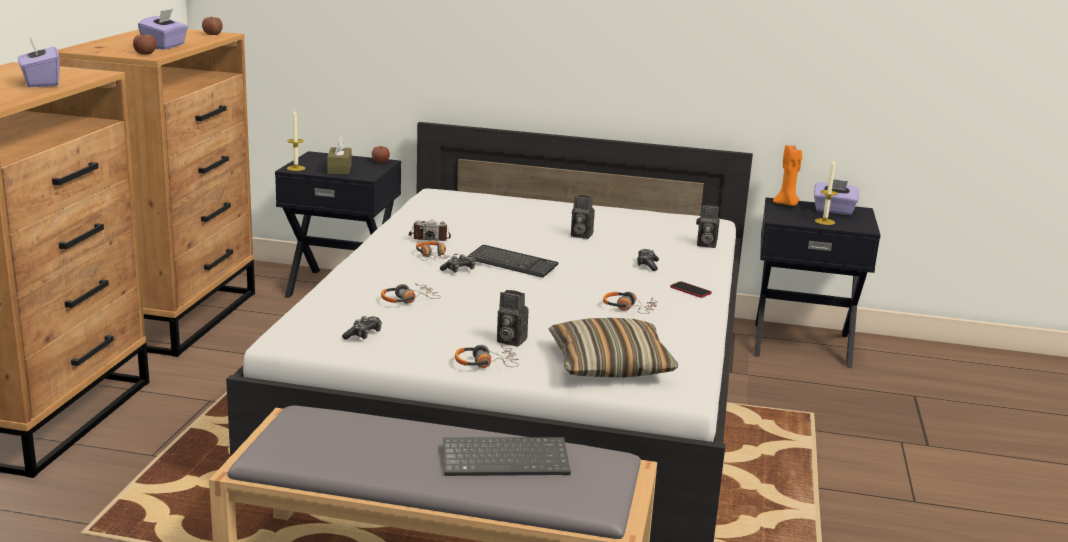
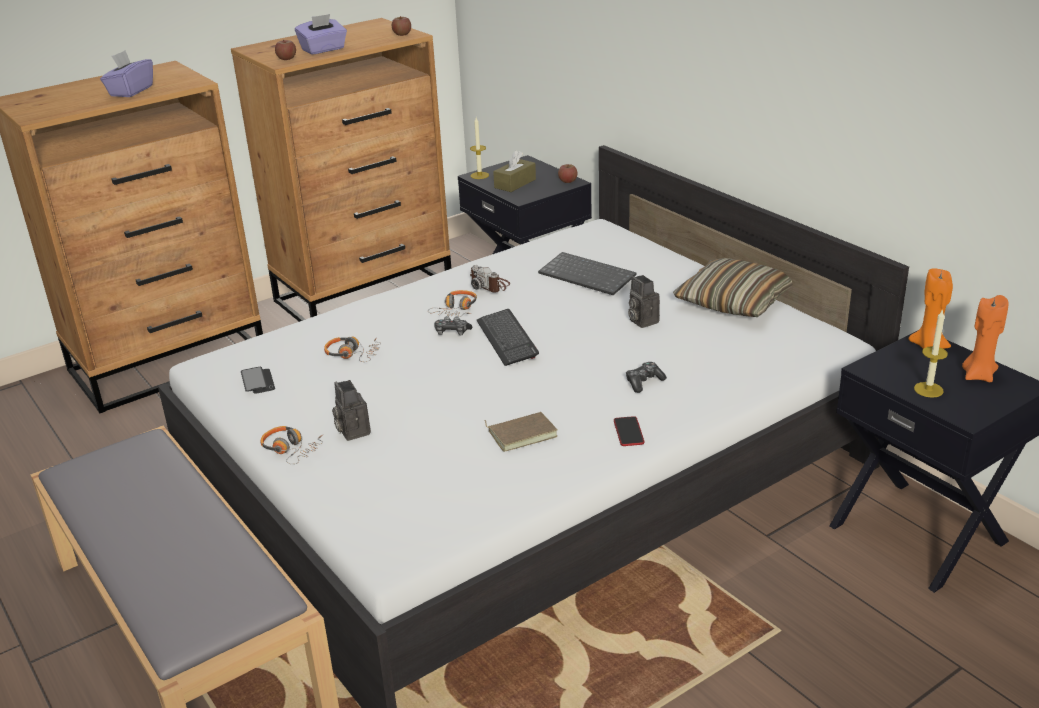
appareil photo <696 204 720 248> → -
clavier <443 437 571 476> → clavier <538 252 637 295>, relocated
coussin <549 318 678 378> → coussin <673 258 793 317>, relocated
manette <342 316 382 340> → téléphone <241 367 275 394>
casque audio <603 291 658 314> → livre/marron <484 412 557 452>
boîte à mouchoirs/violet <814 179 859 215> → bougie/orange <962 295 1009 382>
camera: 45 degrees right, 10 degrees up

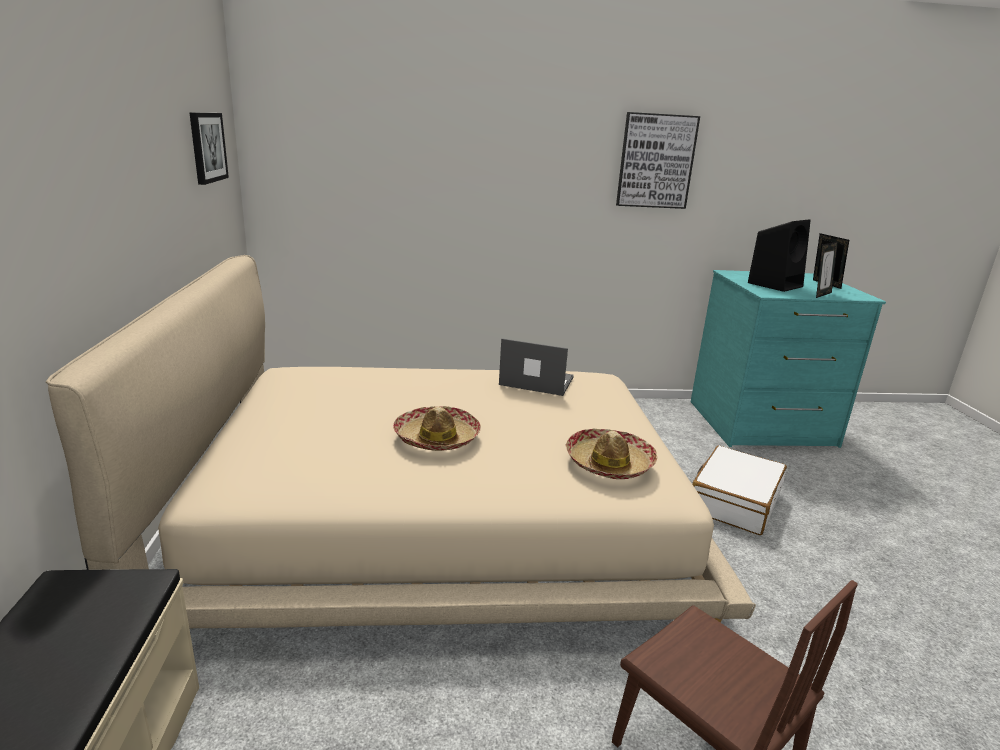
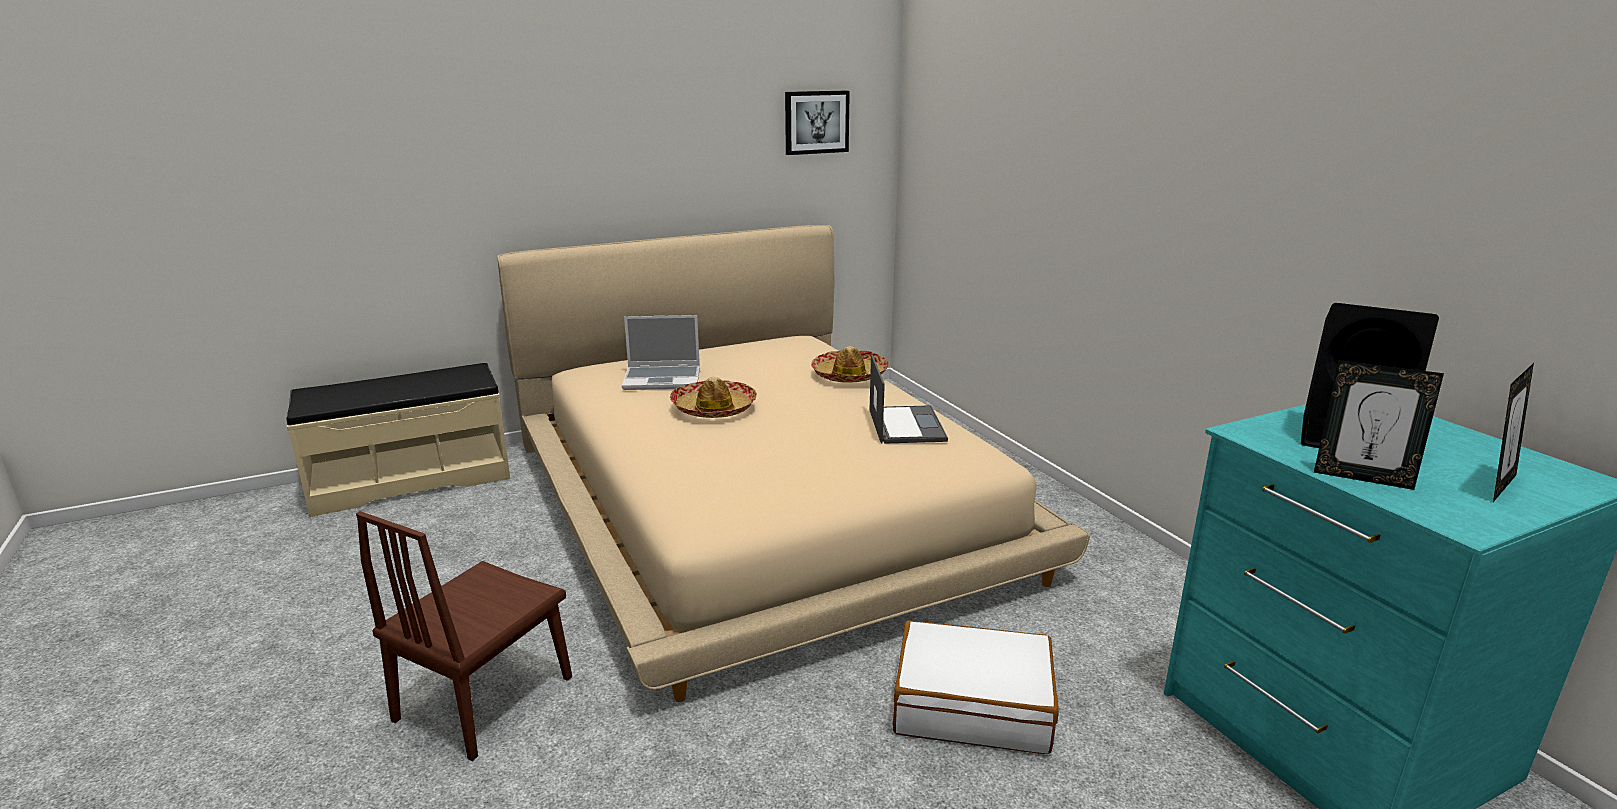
tableau <616 112 700 209> → -
- → ordinateur portable <622 315 700 390>
chapeau <565 428 657 479> → chapeau <811 346 889 383>, relocated
camera: 70 degrees right, 0 degrees up

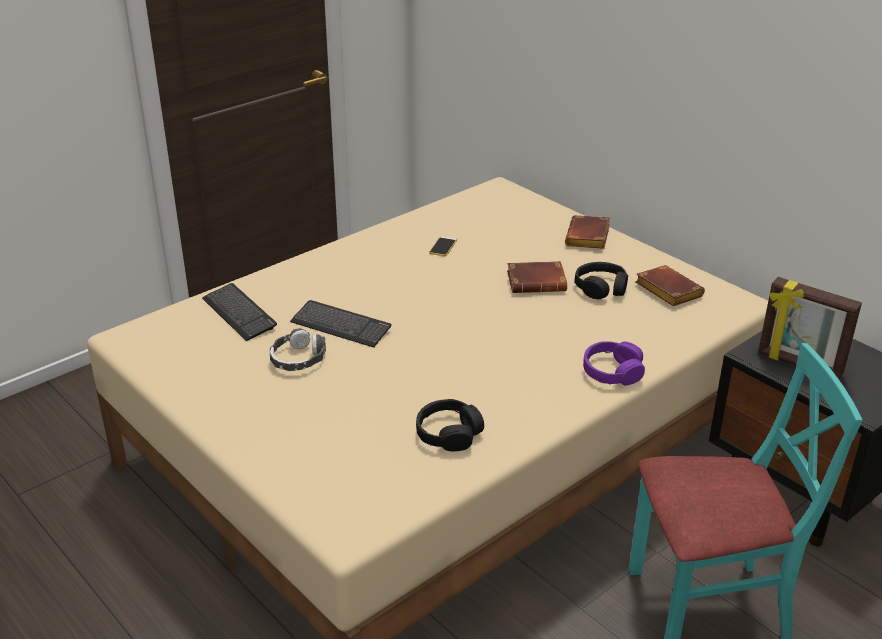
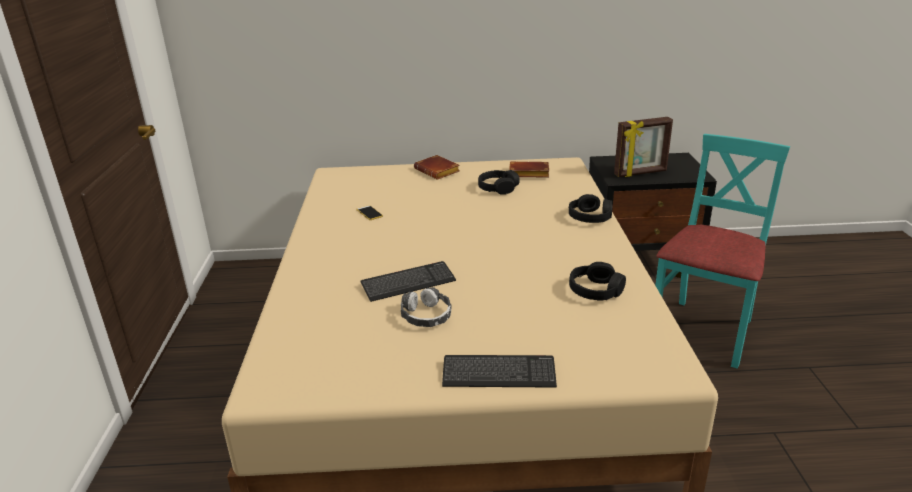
livre/marron <507 261 567 293> → -
clavier <202 283 277 341> → clavier <442 355 557 388>, relocated
casque audio/violet <583 341 645 385> → casque audio/noir <569 194 612 223>
camera: 50 degrees left, 5 degrees down

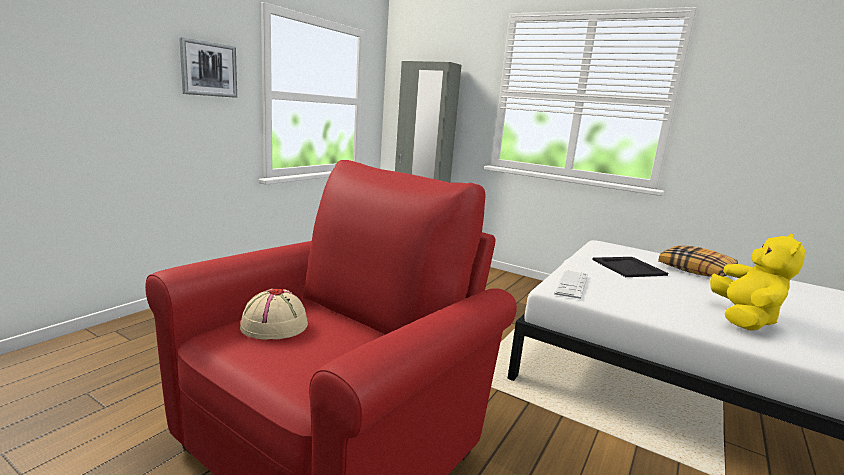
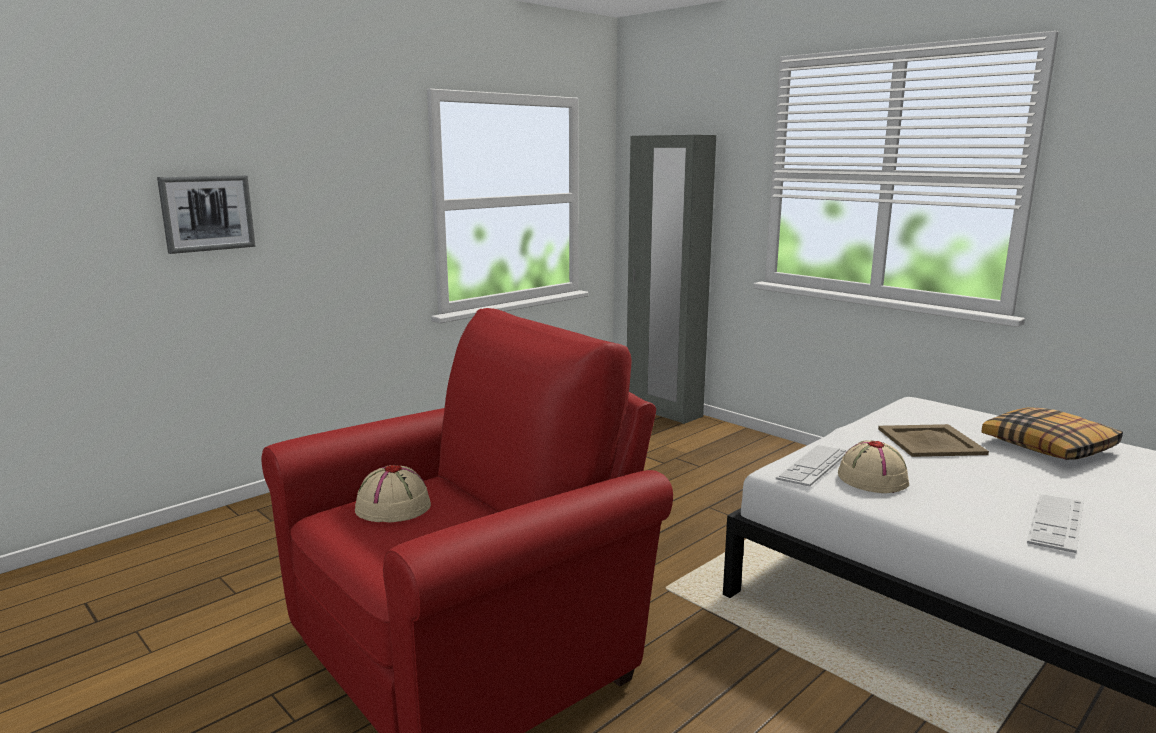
- → chapeau/beige <838 441 909 493>
tableau <179 37 237 98> → tableau <157 175 256 254>, relocated
peluche/jaune <710 234 805 331> → clavier <1027 494 1084 553>
plateau/noir <592 257 668 277> → plateau/beige <878 424 989 457>
camera: 15 degrees right, 0 degrees up

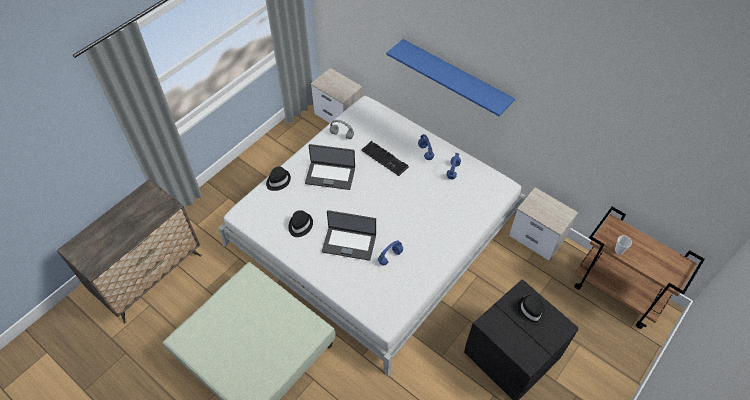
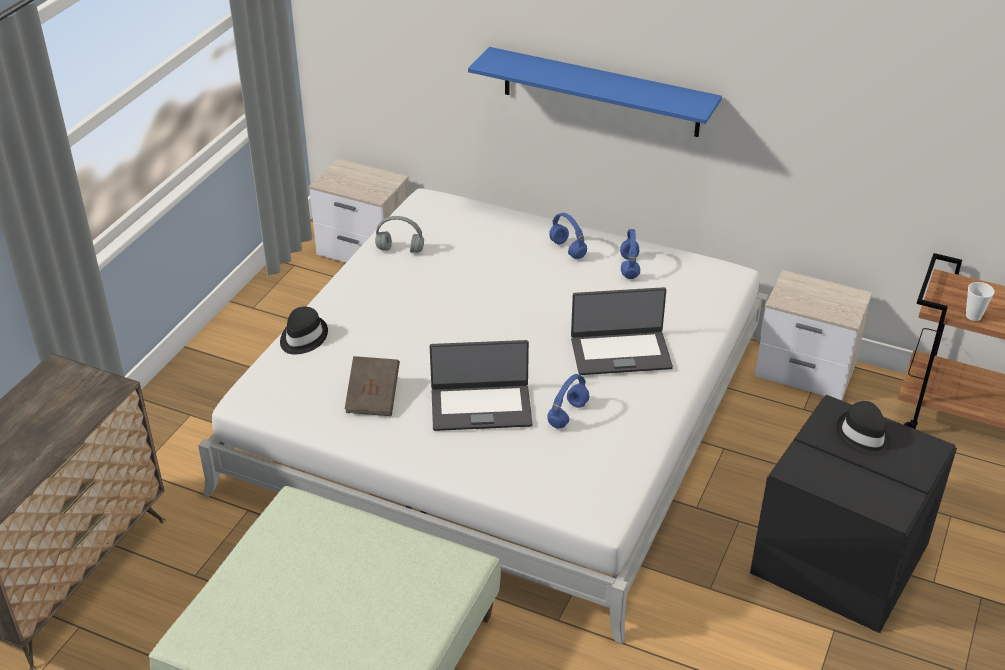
clavier <362 141 409 176> → -
ordinateur portable <305 144 355 190> → ordinateur portable <571 287 673 375>, relocated
chapeau/noir <288 210 313 237> → livre/marron <345 356 400 416>
camera: 15 degrees left, 15 degrees down

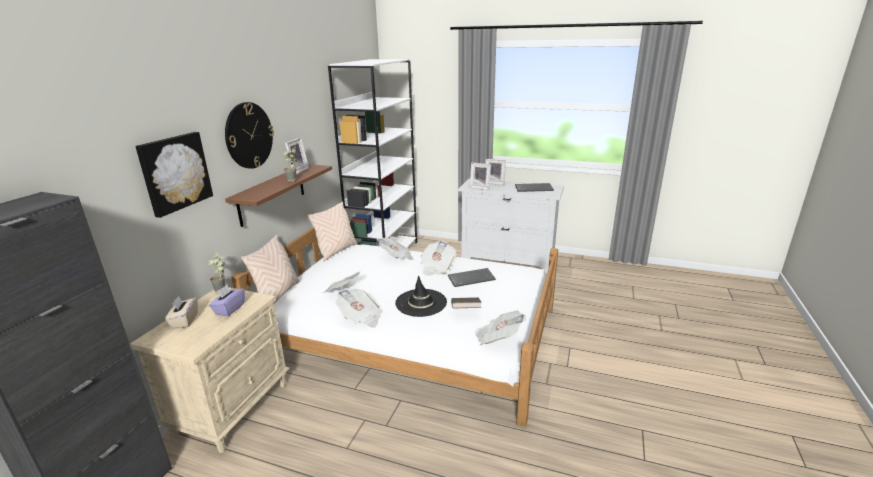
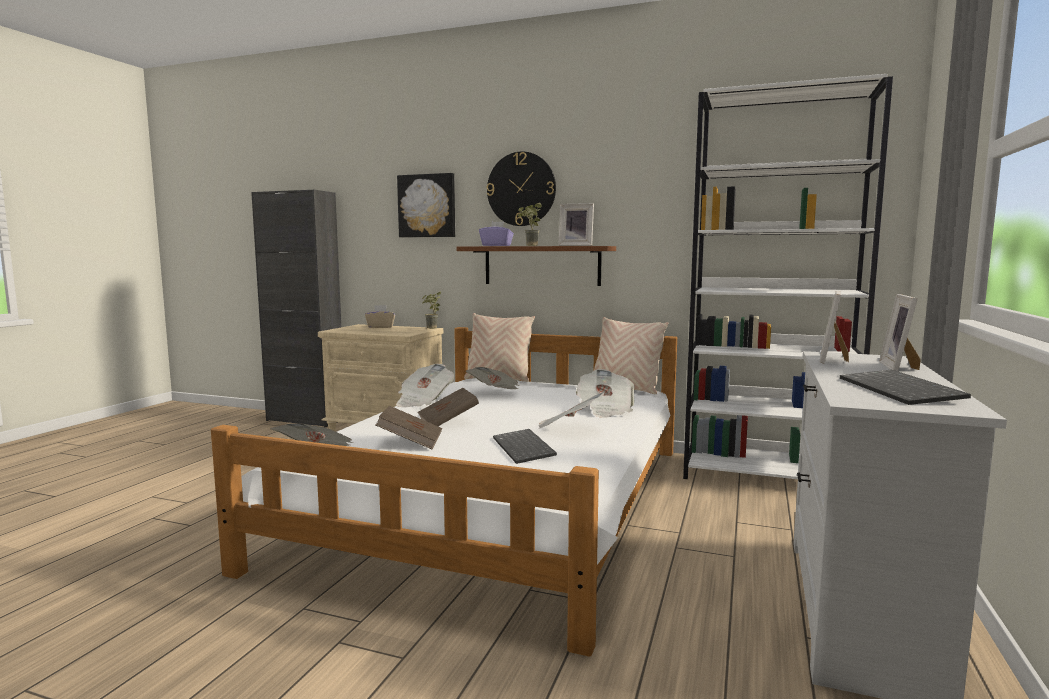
boîte à mouchoirs/violet <209 285 245 316> → boîte à mouchoirs/violet <479 221 514 246>, relocated
chapeau/noir <395 276 447 317> → livre/marron <417 388 479 426>
camera: 90 degrees right, 15 degrees down

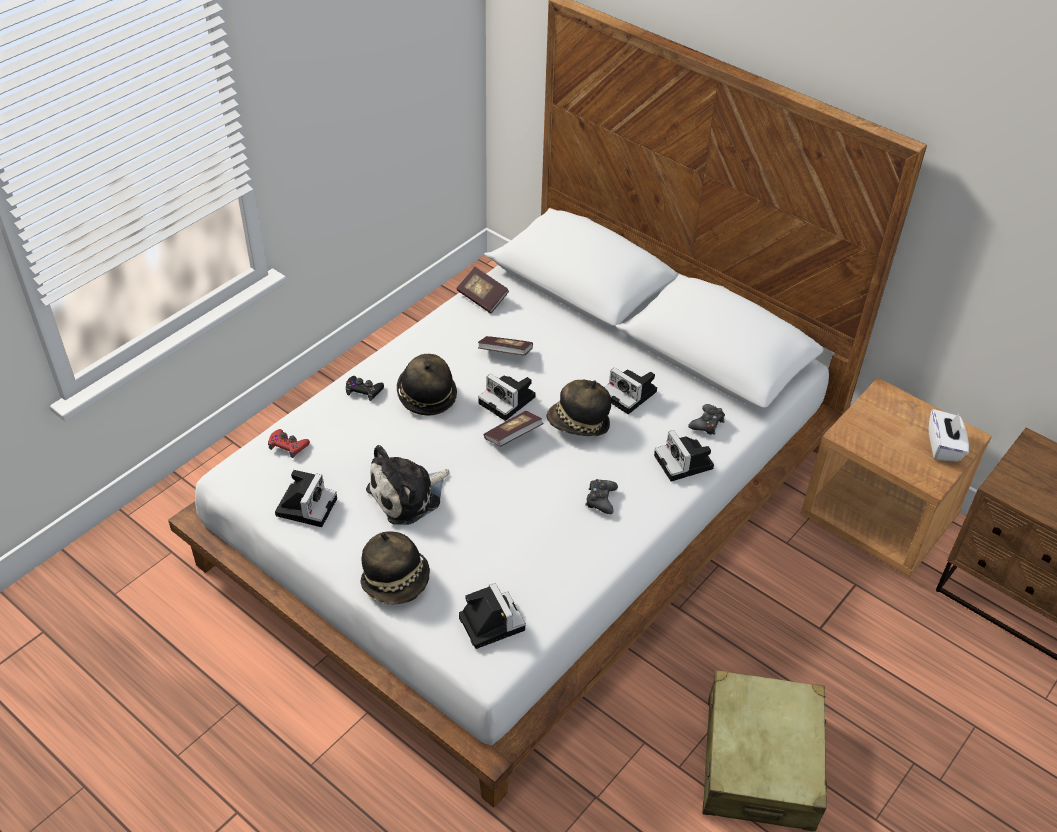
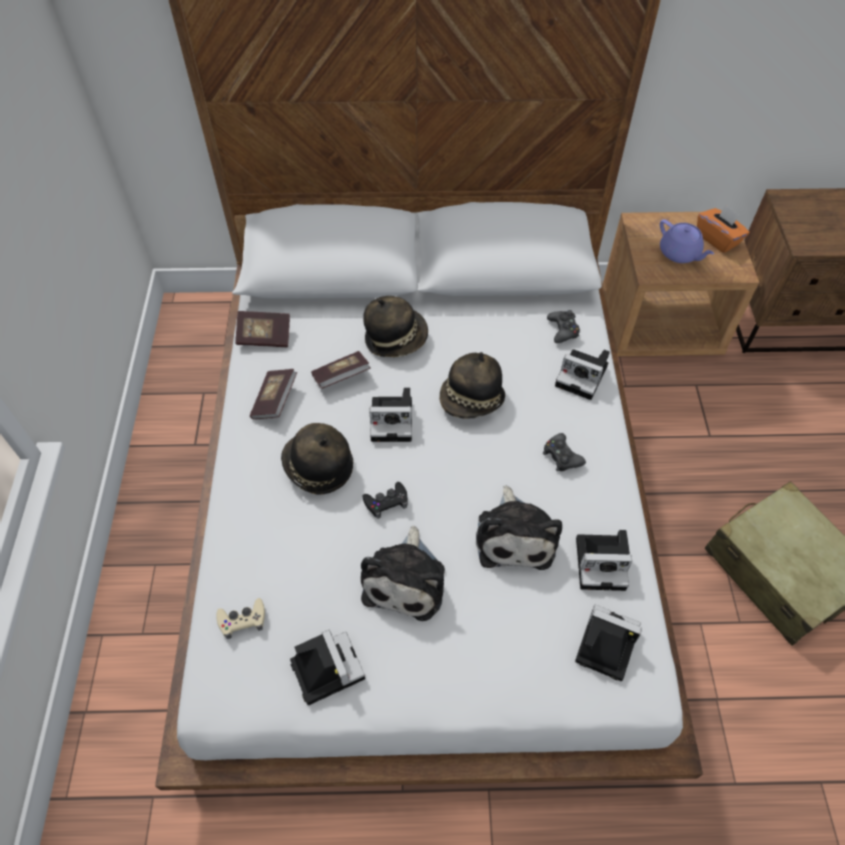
- → peluche <476 485 562 570>
- → théière/violet <660 219 714 263>
manette/noir <346 376 384 401> → manette/noir <363 482 408 519>, relocated
chapeau <361 531 430 604> → chapeau <363 296 428 357>, relocated
livre <484 411 544 446> → livre <250 369 297 420>, relocated
appareil photo <604 367 657 414> → appareil photo <576 530 632 591>, relocated
manette/rouge <268 429 310 458> → manette/beige <216 598 265 639>
boîte à mouchoirs/blanc <928 409 969 462> → boîte à mouchoirs/orange <697 204 749 253>
camera: 40 degrees left, 10 degrees up

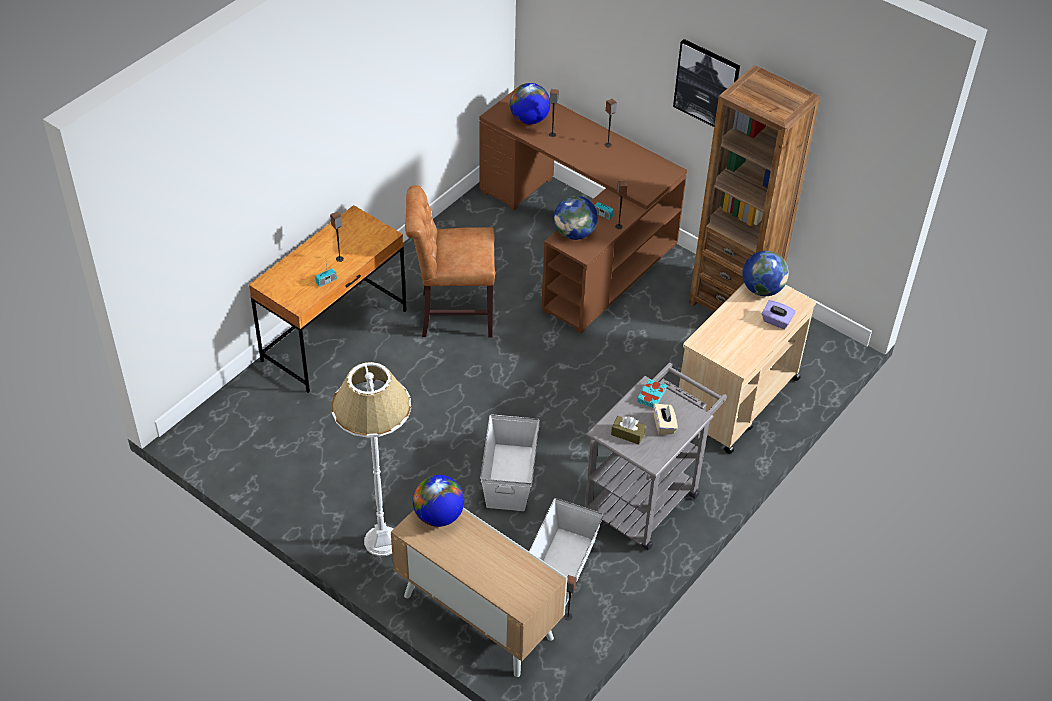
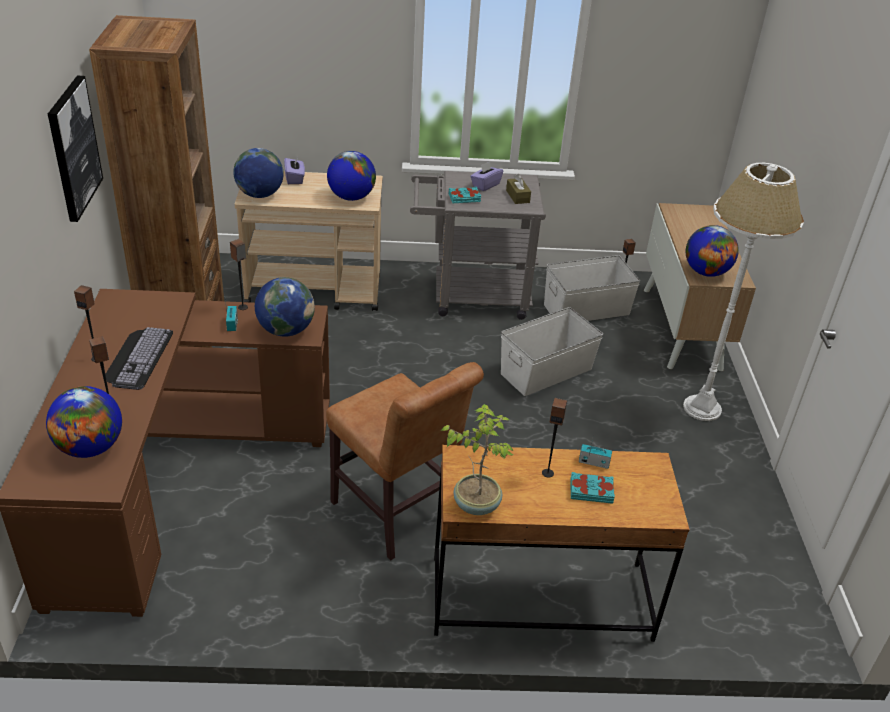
- → clavier <105 327 173 390>
- → globe <327 151 376 201>
- → plante en pot <441 404 514 515>
- → livre/turquoise <571 472 615 504>
boîte à mouchoirs/beige <653 404 678 435> → boîte à mouchoirs/violet <470 161 503 191>
camera: 130 degrees left, 10 degrees down

